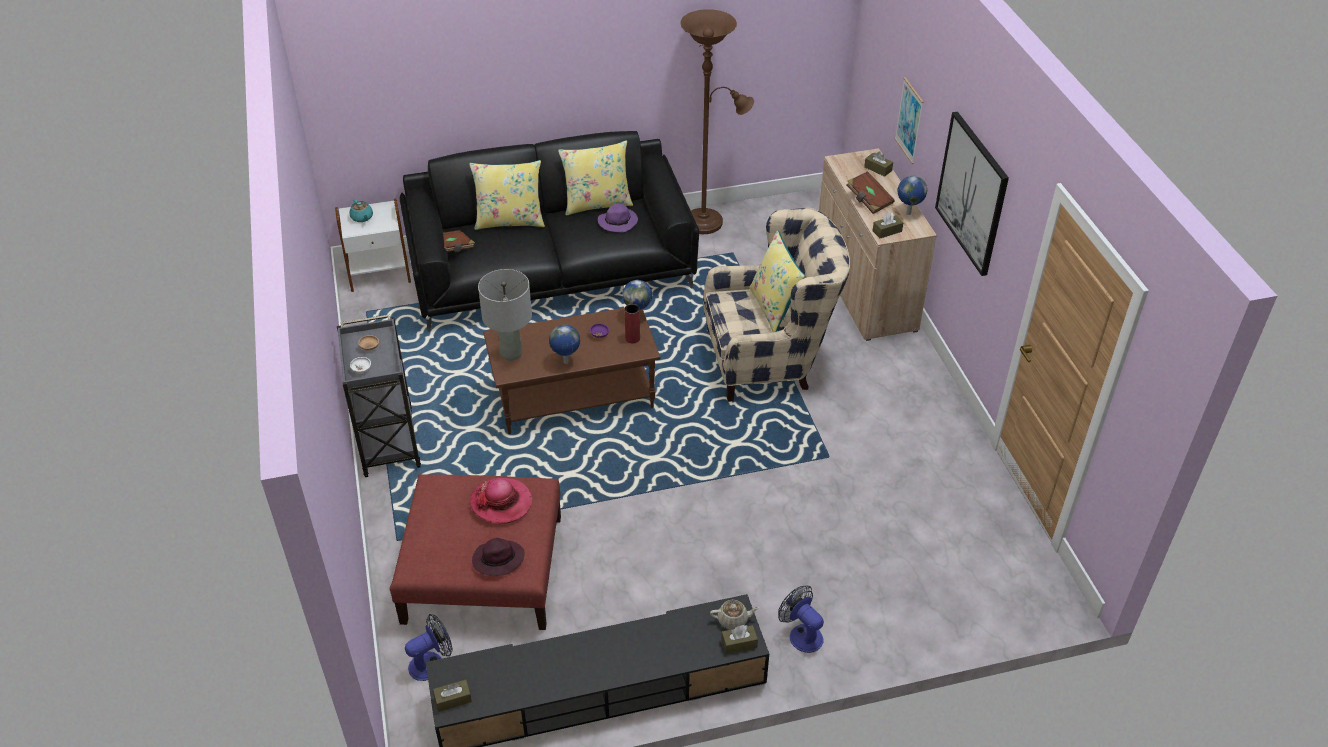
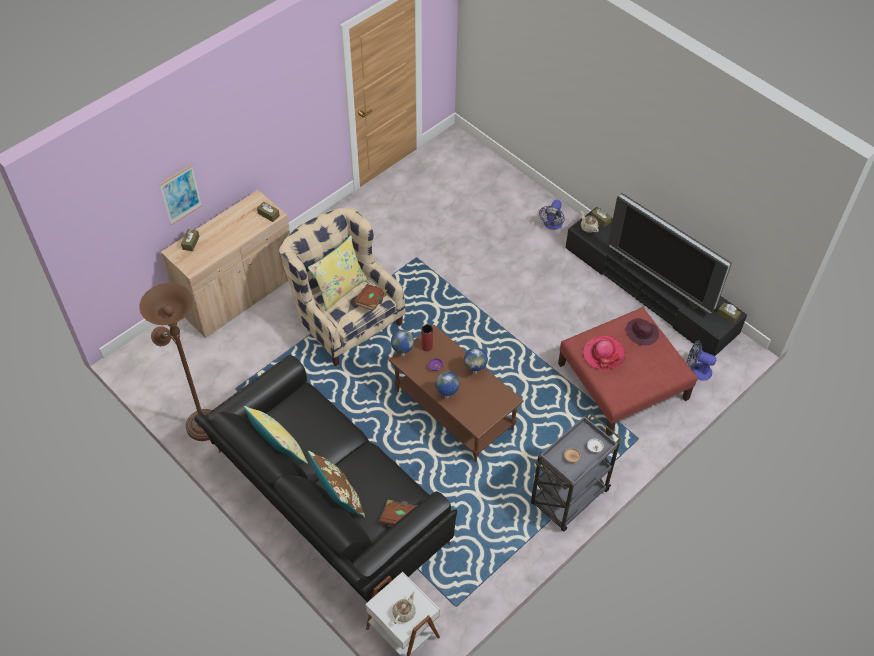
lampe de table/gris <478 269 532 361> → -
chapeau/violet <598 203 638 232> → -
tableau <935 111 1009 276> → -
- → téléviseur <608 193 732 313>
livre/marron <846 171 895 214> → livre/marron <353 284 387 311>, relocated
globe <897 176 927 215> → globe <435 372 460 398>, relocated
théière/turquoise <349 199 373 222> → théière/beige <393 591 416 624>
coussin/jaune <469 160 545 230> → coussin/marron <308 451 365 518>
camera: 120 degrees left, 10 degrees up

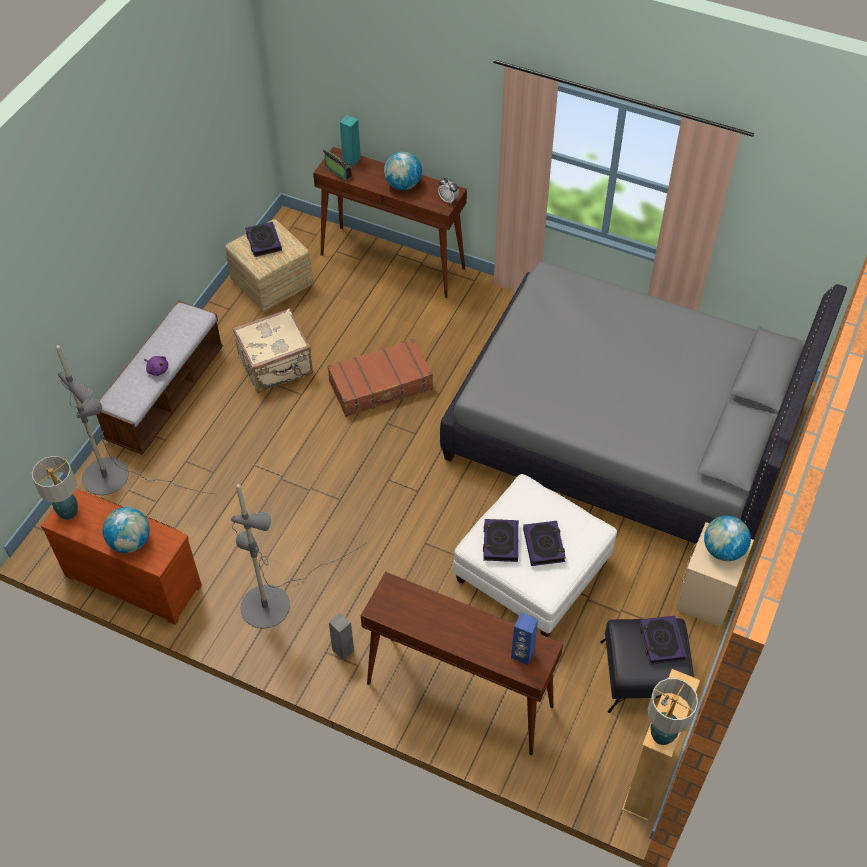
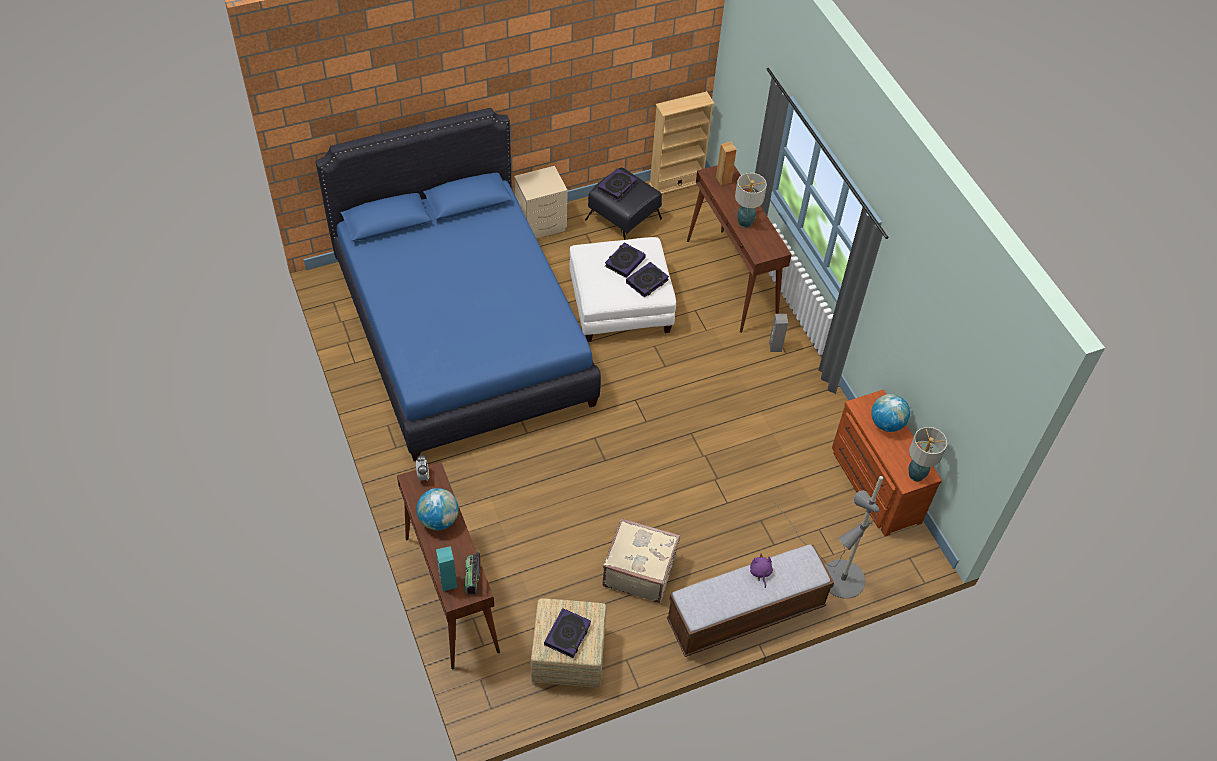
lampadaire/gris <231 484 367 628> → -
valise/marron <327 339 433 417> → -
globe <704 516 751 561> → -
lampe de table <648 678 698 745> → lampe de table <735 173 767 228>, relocated
lit/gris <440 262 847 544> → lit/bleu <316 108 601 461>
enceinte/bleu <511 612 538 665> → enceinte/marron <716 142 736 186>
camera: 140 degrees left, 0 degrees up

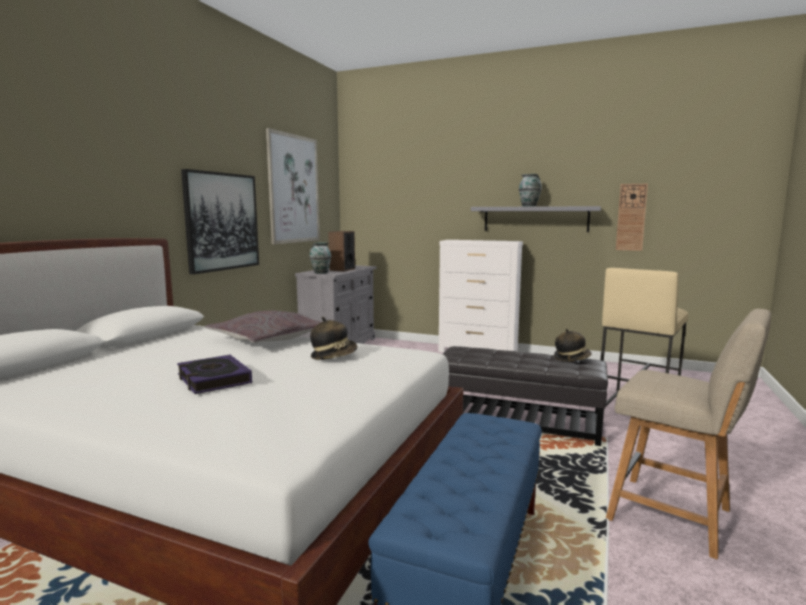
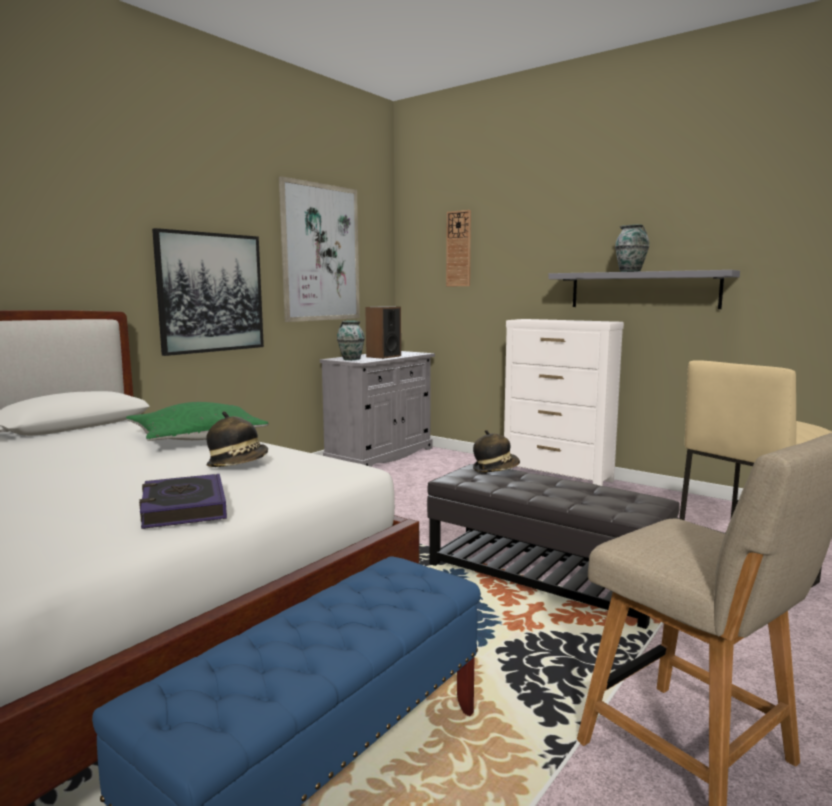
livre <177 355 252 394> → livre <139 474 227 529>, relocated
chapeau <554 329 592 361> → chapeau <473 430 520 472>, relocated
horloge murale <616 184 648 251> → horloge murale <446 210 471 286>, relocated
coussin/gris <205 311 321 343> → coussin/vert <126 402 269 441>
camera: 15 degrees right, 0 degrees up

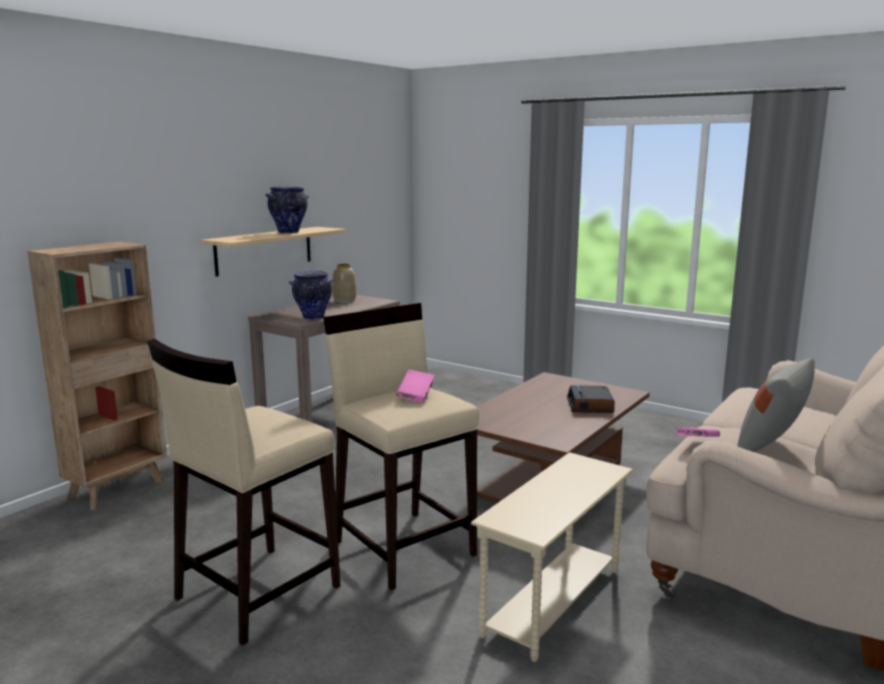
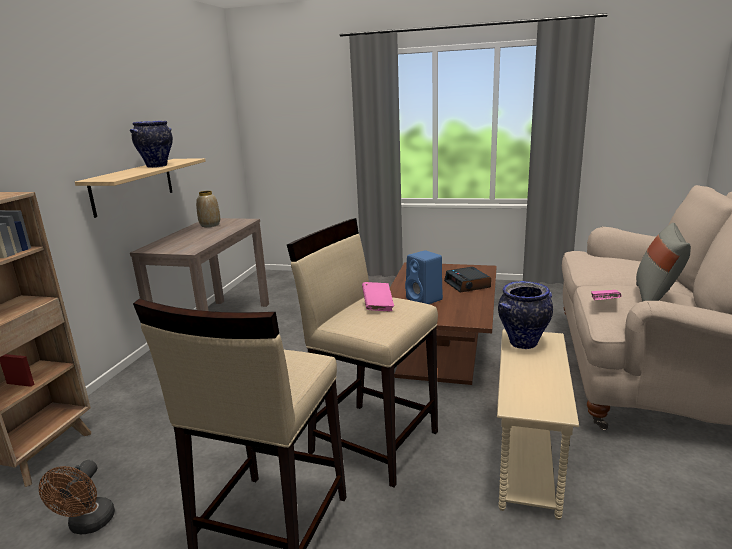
- → ventilateur/marron <39 460 115 534>
- → enceinte/bleu <405 250 443 304>
vase <289 271 333 320> → vase <498 281 553 349>, relocated
camera: 20 degrees left, 5 degrees up

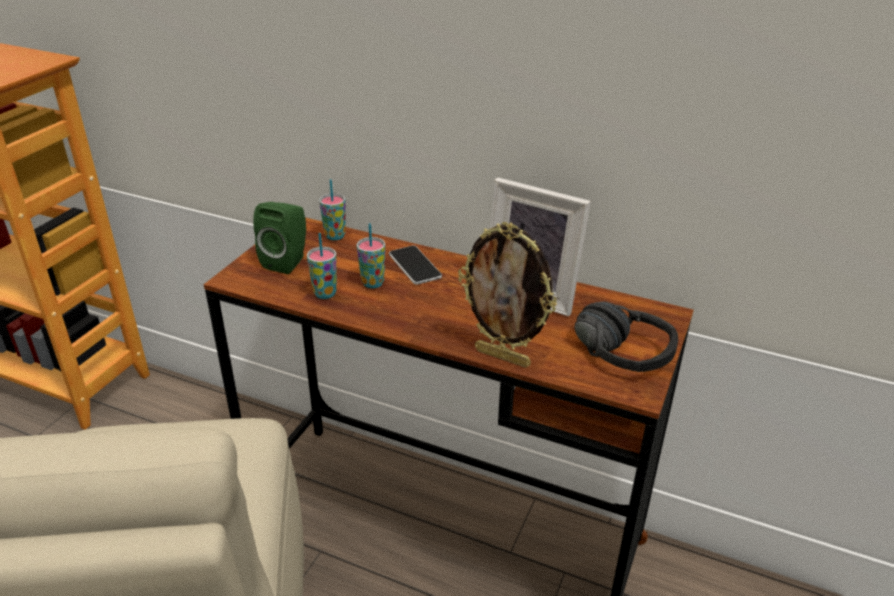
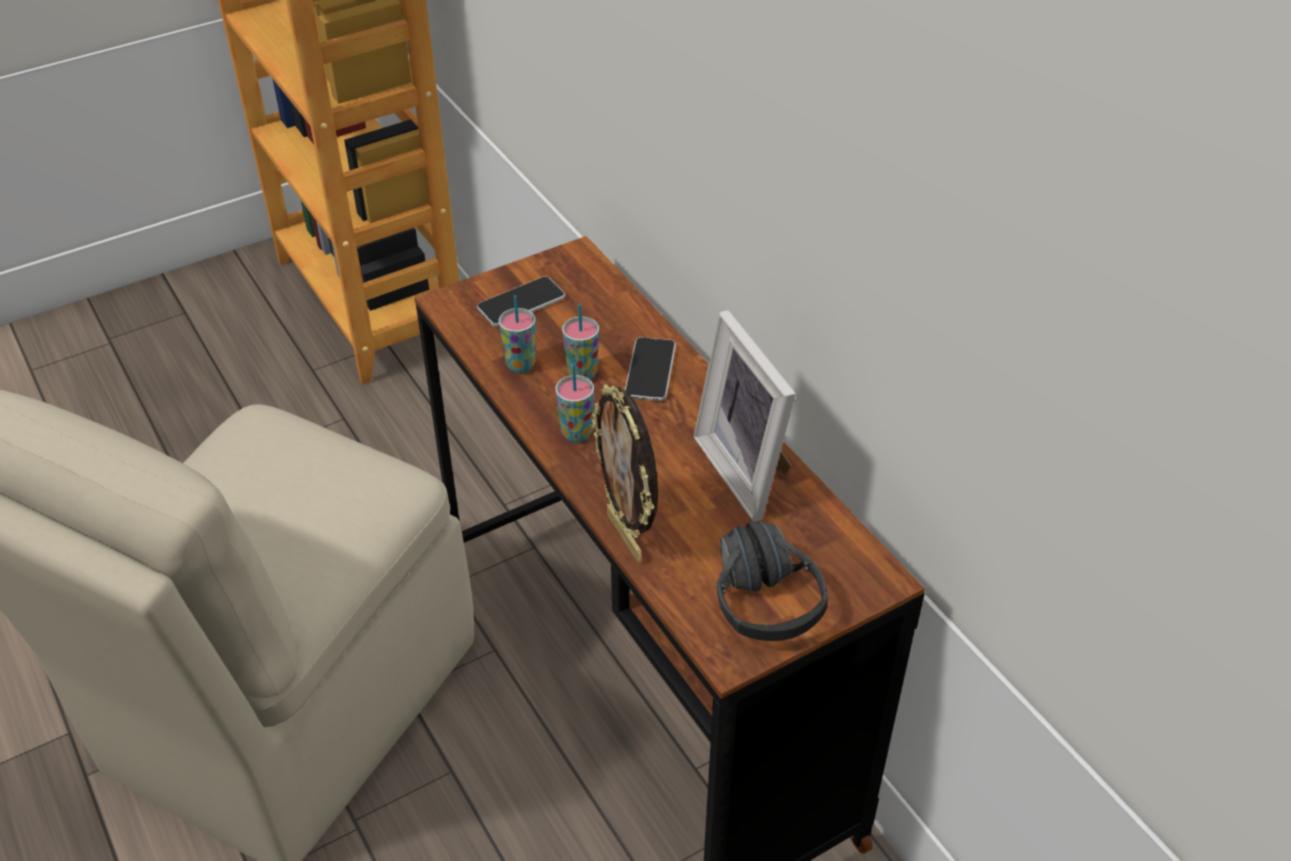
tasse <319 179 346 240> → tasse <555 363 594 442>, relocated
enceinte/vert <253 202 306 274> → téléphone <477 276 565 326>
camera: 35 degrees right, 10 degrees up

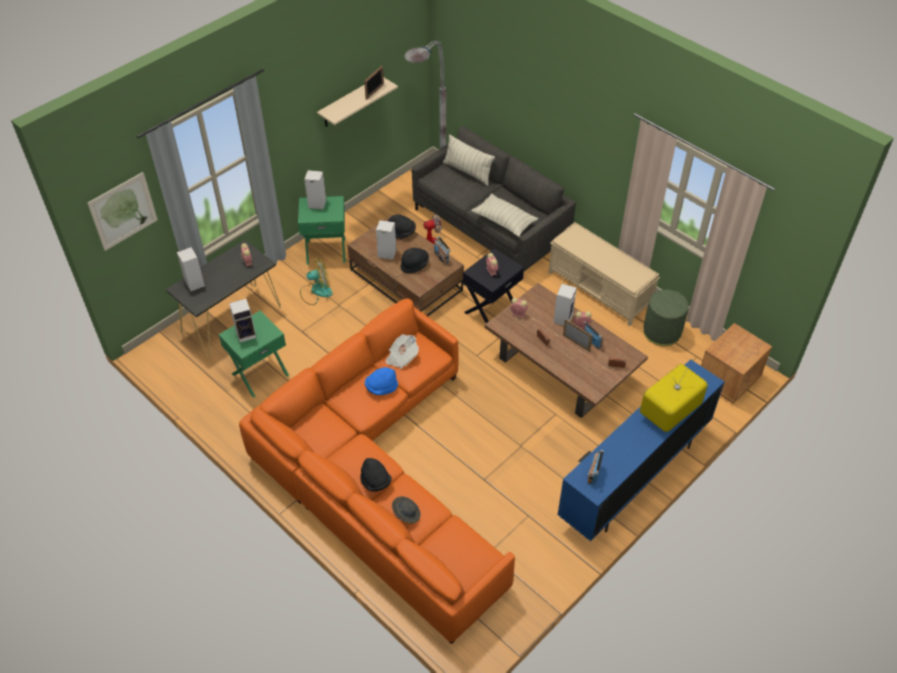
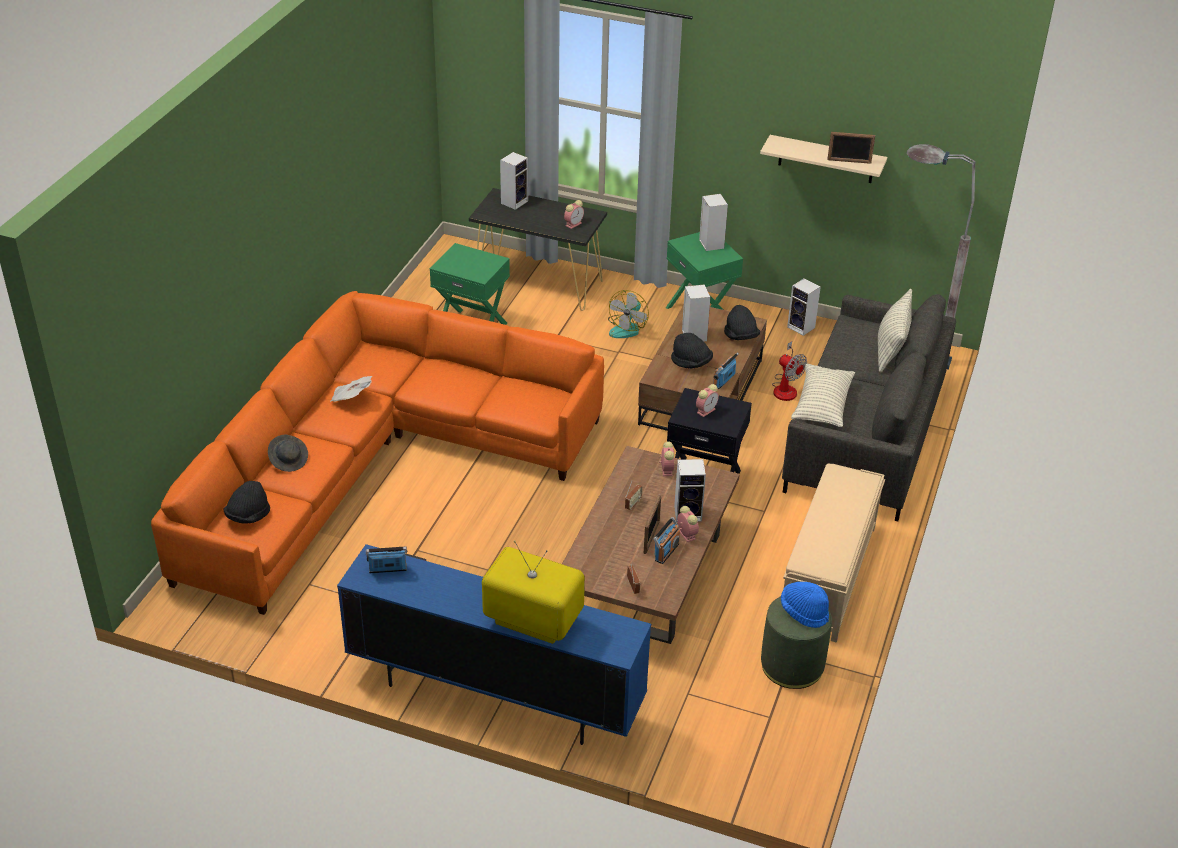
tableau <87 172 158 251> → -
table de chevet/marron <701 323 772 404> → -
enceinte <229 299 256 342> → enceinte <787 278 821 336>, relocated
chapeau/noir <360 458 392 492> → chapeau/noir <224 481 270 524>, relocated
chapeau/bleu <365 367 398 395> → chapeau/bleu <781 582 829 628>, relocated
journal <386 334 419 369> → journal <330 376 372 402>, relocated
ventilateur <300 257 333 305> → ventilateur <608 290 649 338>, 60 degrees clockwise
camera: 65 degrees right, 10 degrees down

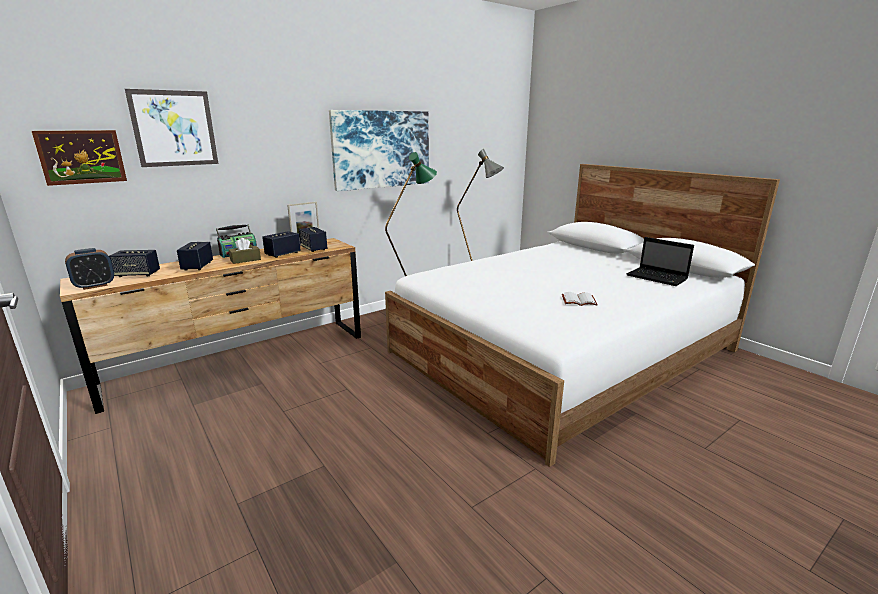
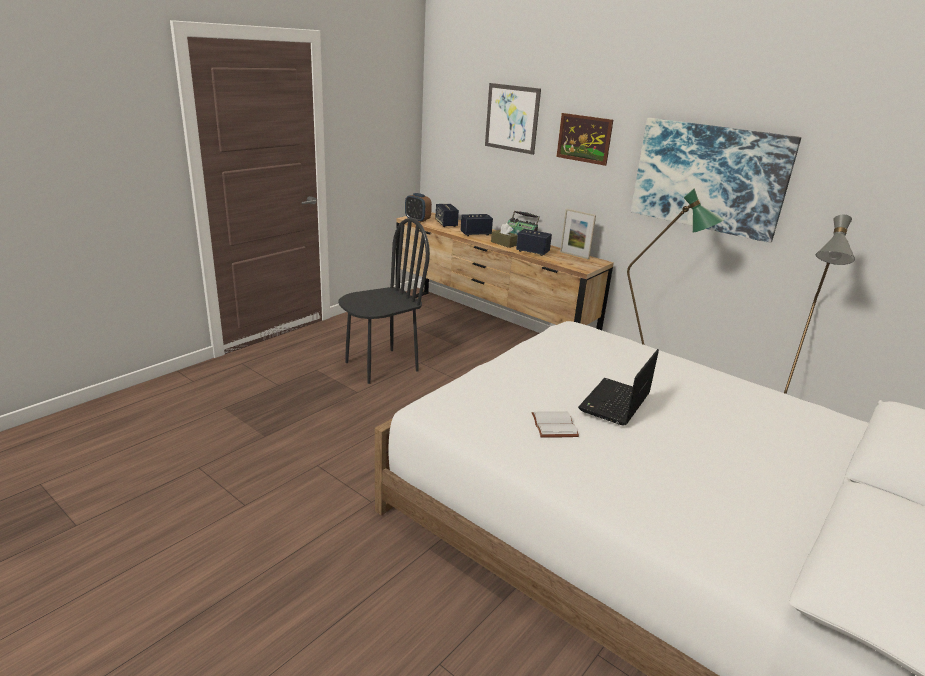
enceinte <299 227 327 252> → -
- → chaise/noir <338 218 430 384>
tableau <32 130 127 186> → tableau <556 113 613 166>, relocated
ordinateur portable <626 237 694 286> → ordinateur portable <578 349 659 426>, relocated
camera: 75 degrees right, 5 degrees up

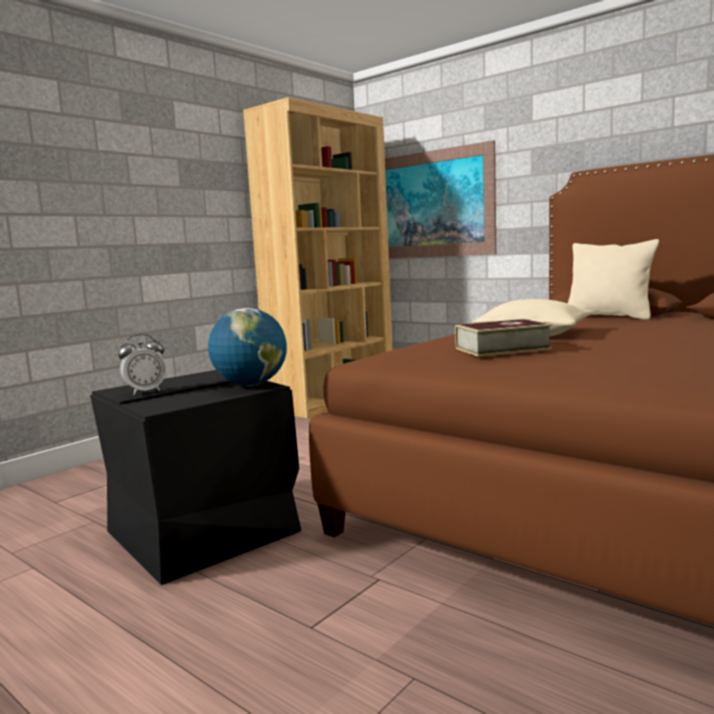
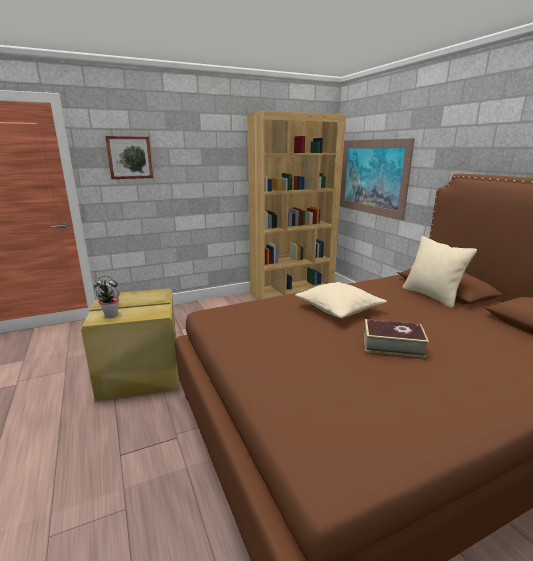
globe <208 308 287 386> → -
- → plante en pot <97 281 119 317>
- → tableau <105 136 153 179>
livre <455 319 552 357> → livre <364 319 429 358>, relocated
boîte de rangement/noir <90 370 302 585> → boîte de rangement/beige <81 288 178 401>
camera: 25 degrees right, 10 degrees up

